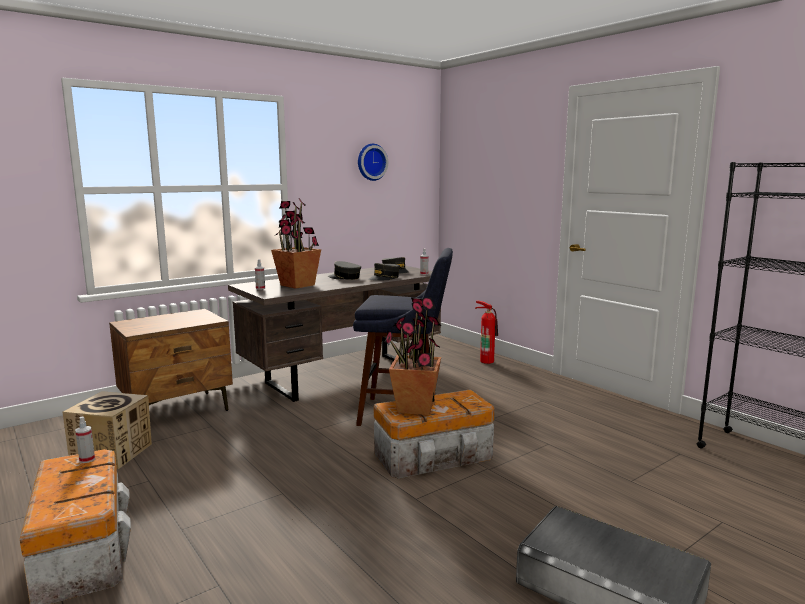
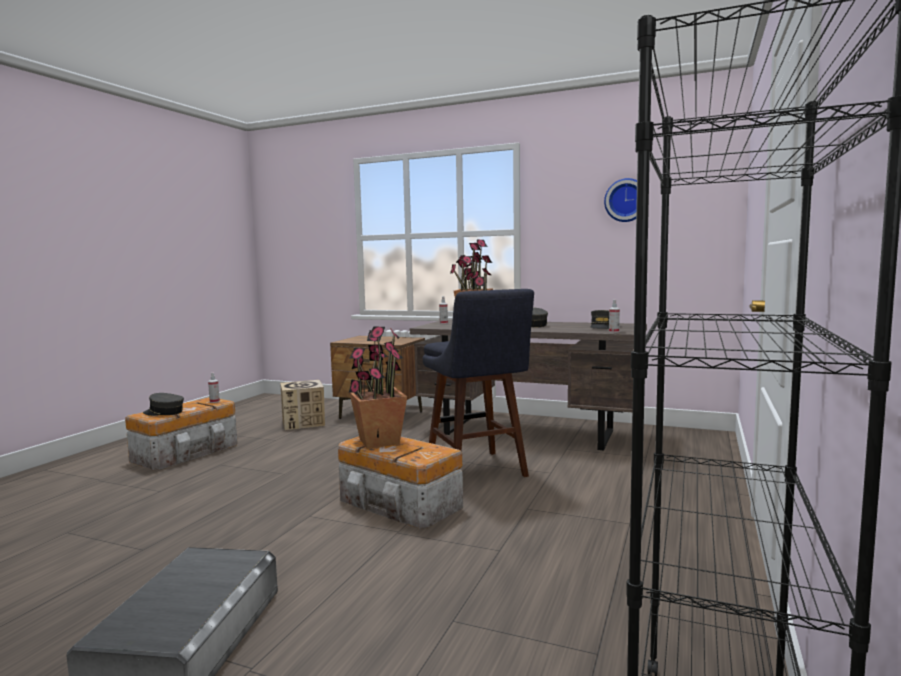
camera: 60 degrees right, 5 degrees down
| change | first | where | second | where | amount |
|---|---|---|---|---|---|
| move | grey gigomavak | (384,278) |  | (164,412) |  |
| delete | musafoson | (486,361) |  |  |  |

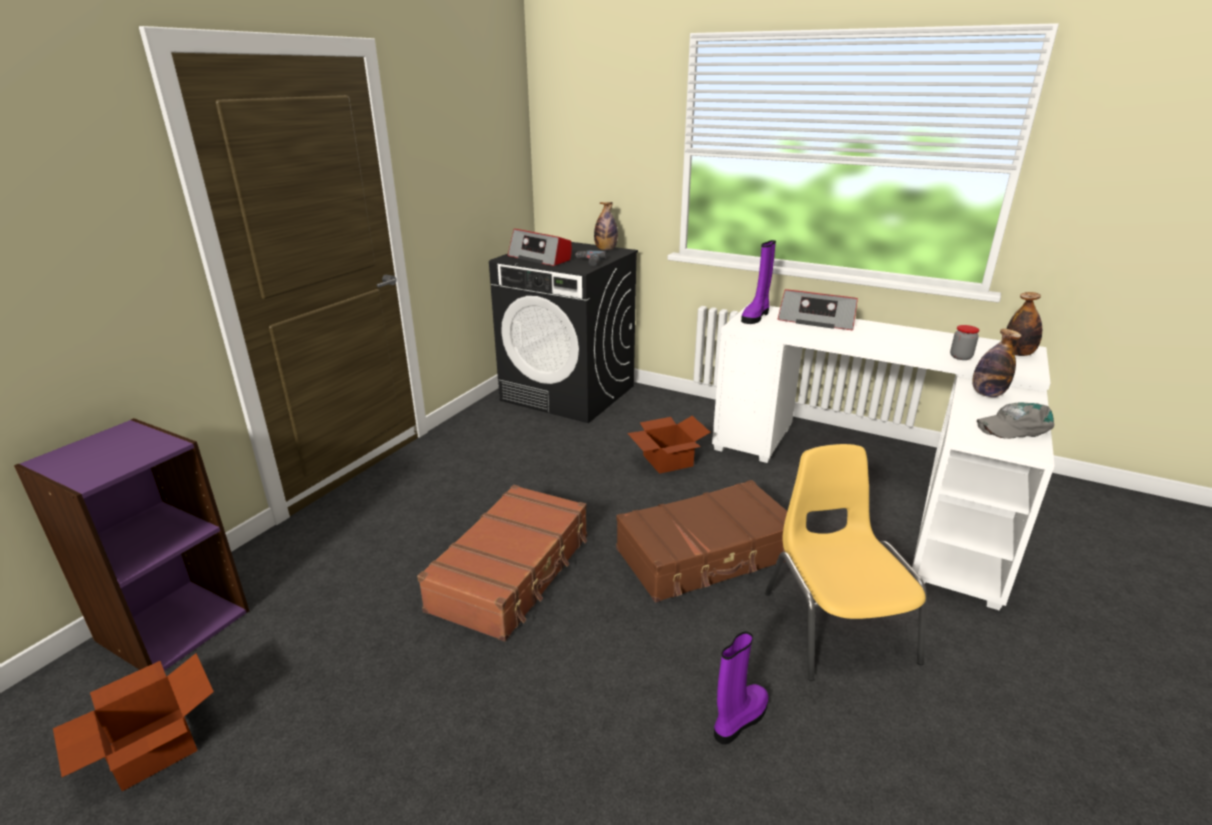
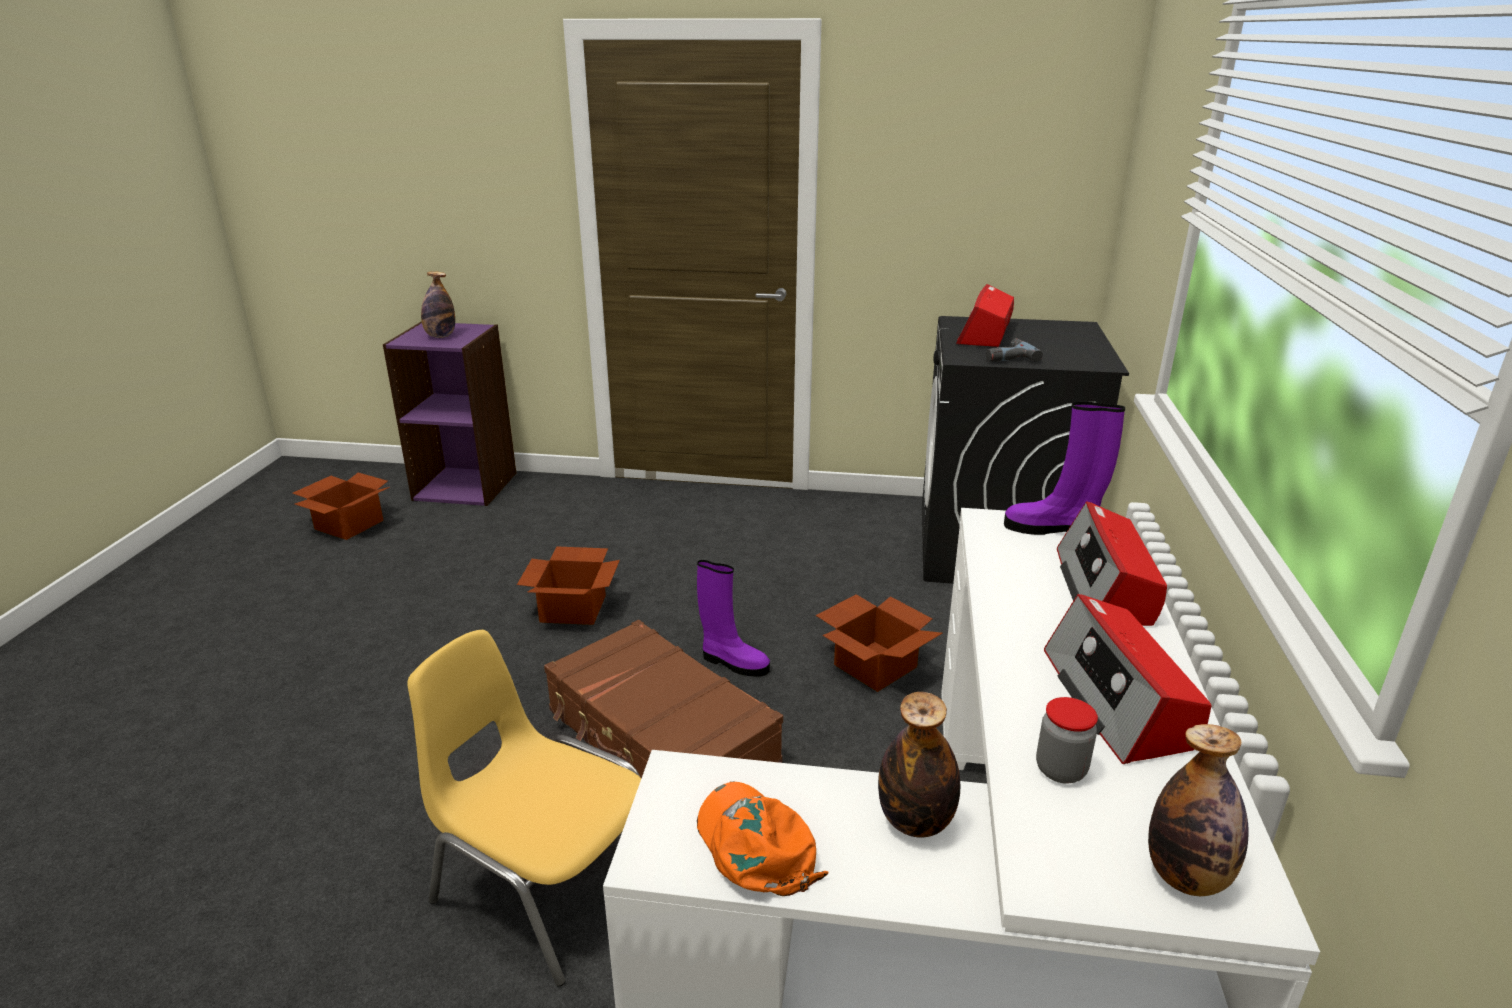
camera: 70 degrees right, 0 degrees up
| change | first | where | second | where | amount |
|---|---|---|---|---|---|
| move | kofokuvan | (606,249) |  | (440,336) |  |
| recolor | grey gigomavak | (1014,427) | orange gigomavak | (756,845) |  |
| rotate | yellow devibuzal | (836,625) |  | (547,881) | 120 degrees counterclockwise |
| replace | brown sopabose | (513,572) | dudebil | (574,607) |  |
| move | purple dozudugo | (739,720) |  | (733,663) |  |
| insert |  |  | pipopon | (1118,700) |  |

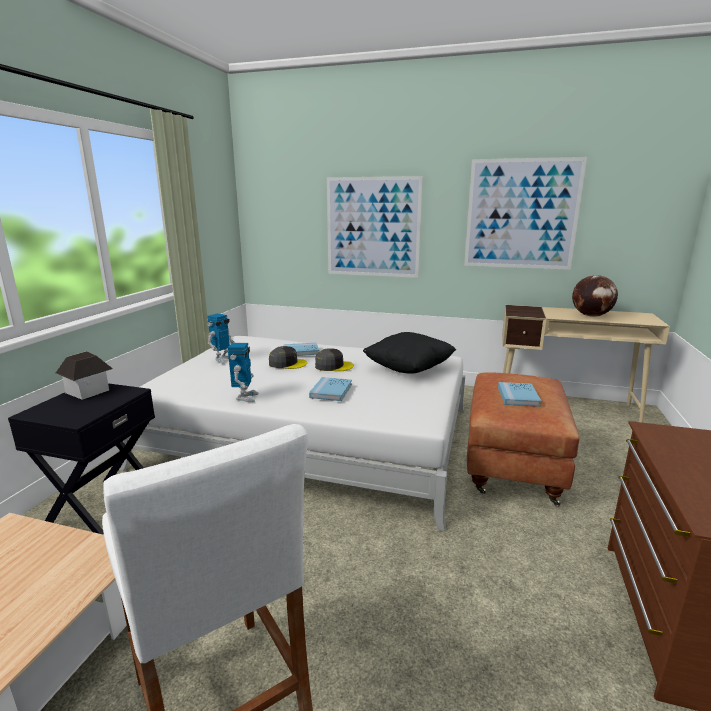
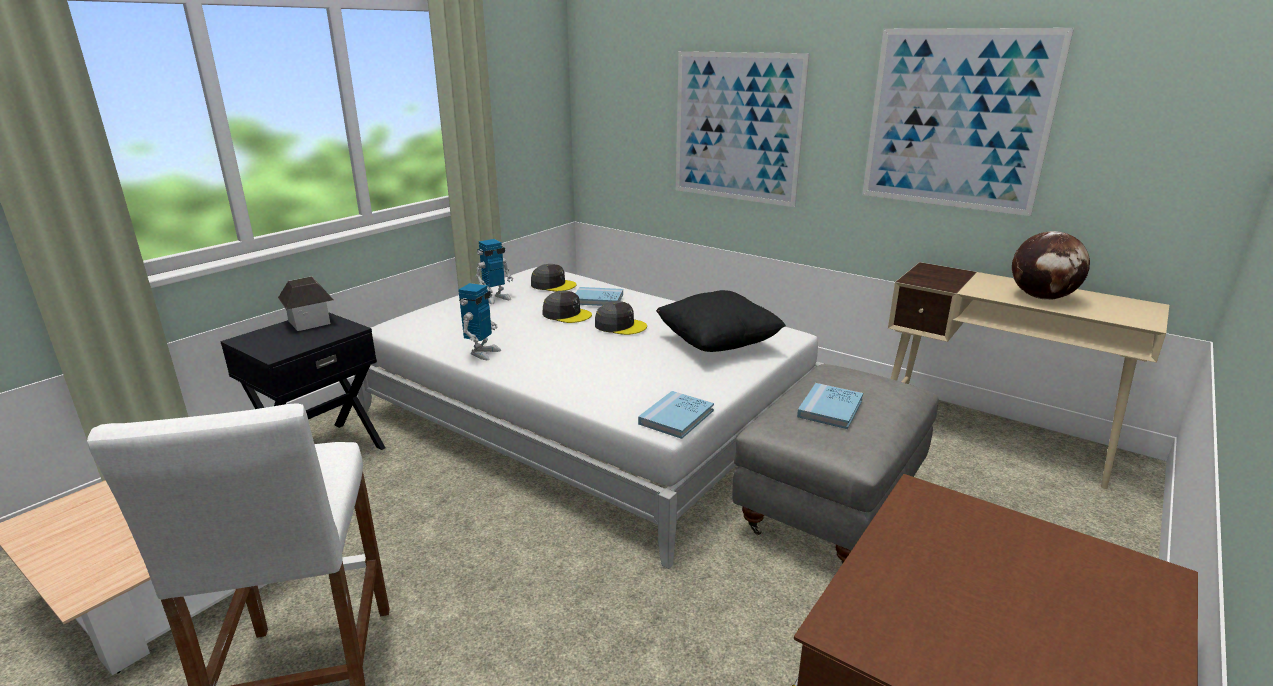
camera: 20 degrees right, 5 degrees up
| change | first | where | second | where | amount |
|---|---|---|---|---|---|
| recolor | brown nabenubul | (511,465) | grey nabenubul | (830,505) |  |
| move | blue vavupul | (331,391) |  | (676,417) |  |
| insert |  |  | grey gigomavak | (553,285) |  |

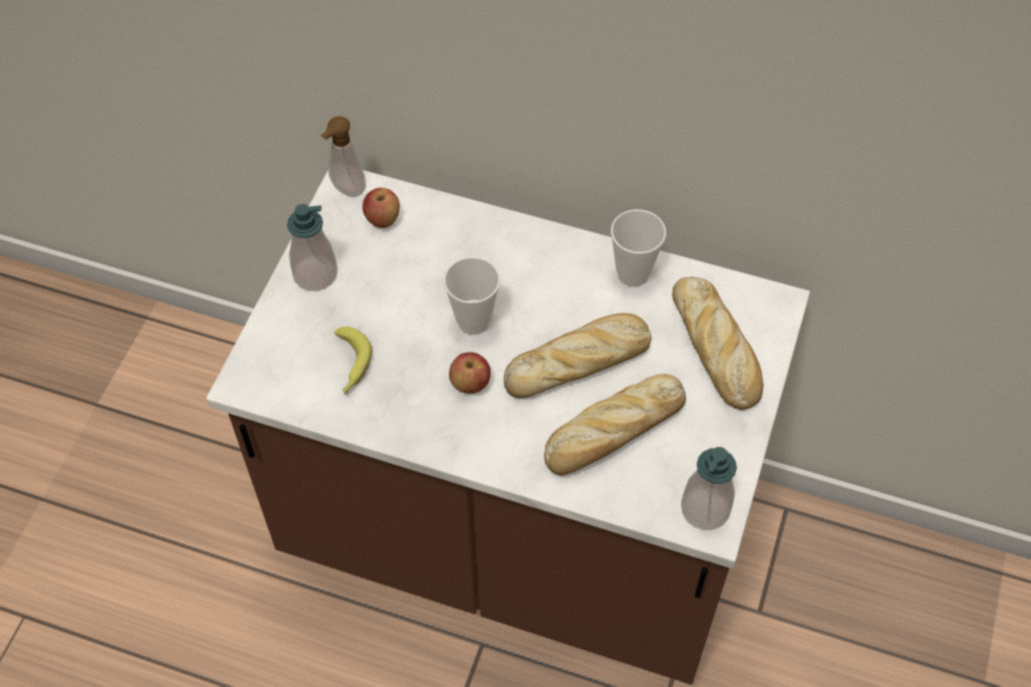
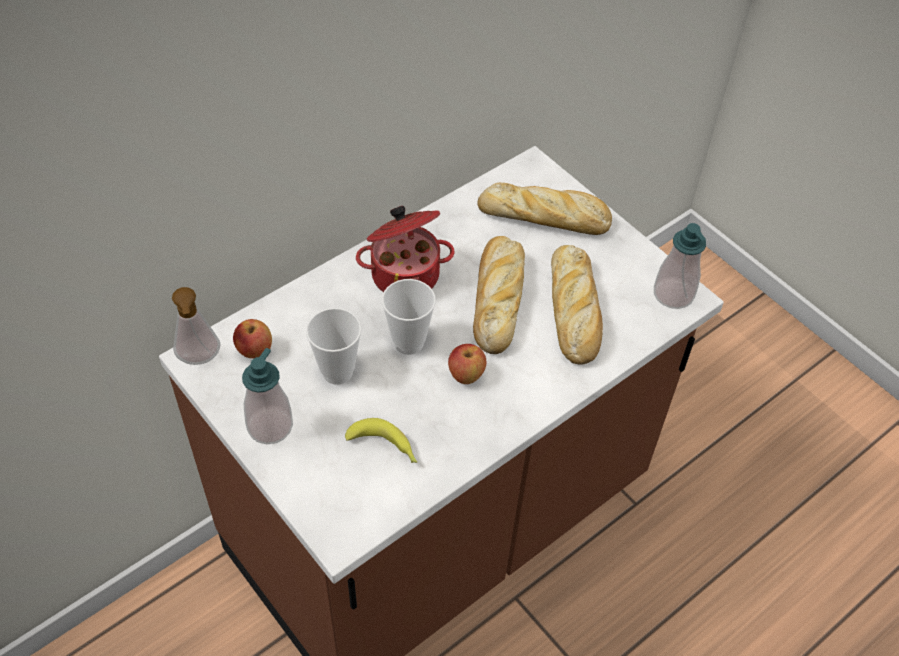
camera: 60 degrees left, 5 degrees down
| change | first | where | second | where | amount |
|---|---|---|---|---|---|
| move | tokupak | (633,274) |  | (337,372) |  |
| insert |  |  | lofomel | (405,273) |  |

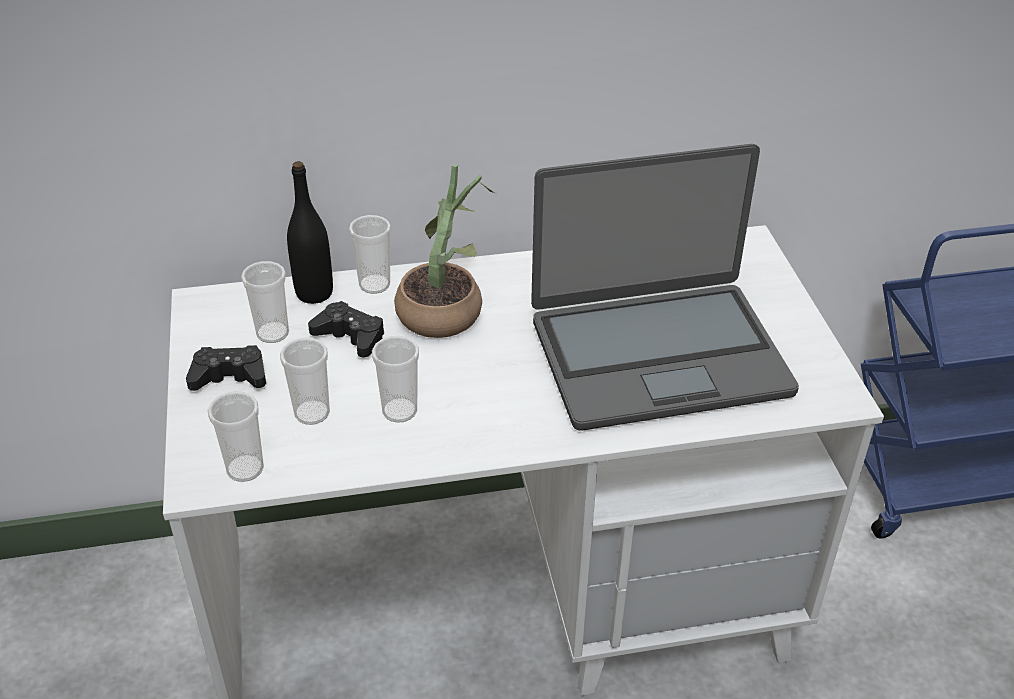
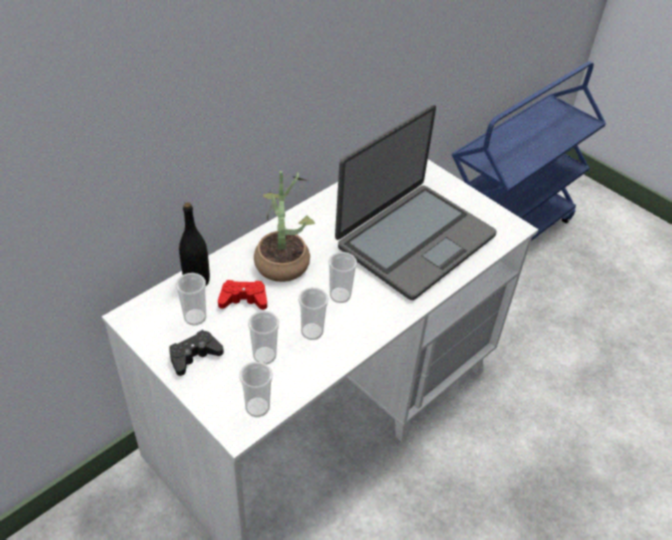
camera: 35 degrees left, 5 degrees up
| change | first | where | second | where | amount |
|---|---|---|---|---|---|
| move | tokupak | (374,285) |  | (340,295) |  |
| recolor | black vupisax | (350,336) | red vupisax | (243,299) |  |

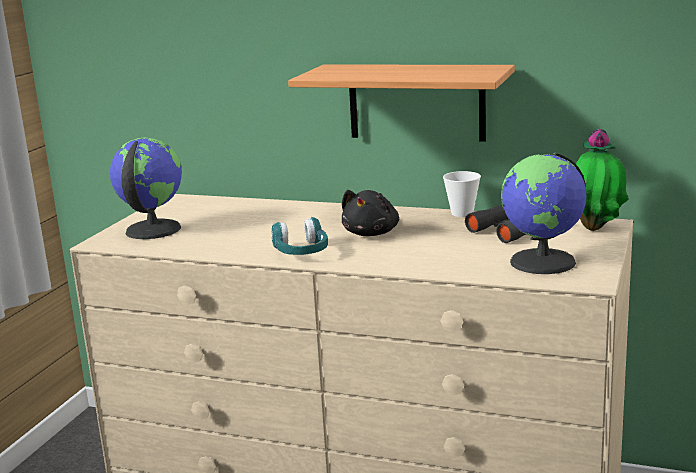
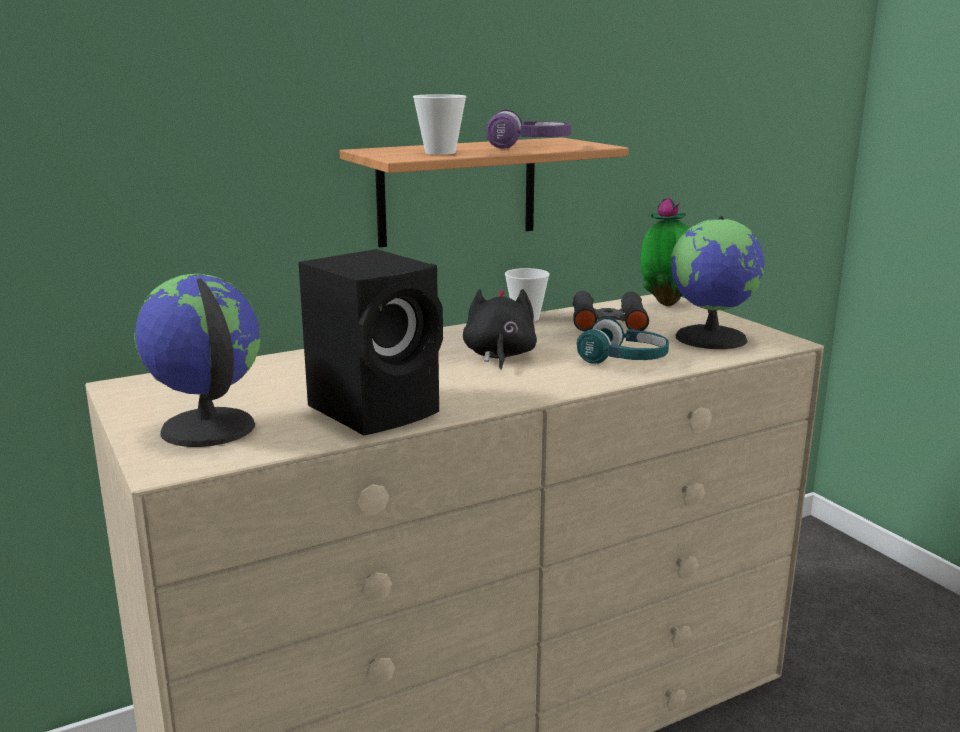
camera: 50 degrees left, 0 degrees up
| change | first | where | second | where | amount |
|---|---|---|---|---|---|
| rotate | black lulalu | (372,233) |  | (499,356) | 150 degrees counterclockwise |
| move | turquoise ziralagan | (301,252) |  | (624,360) |  |
| insert |  |  | tokupak | (440,152) |  |
| insert |  |  | purple ziralagan | (528,146) |  |
| insert |  |  | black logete | (378,409) |  |

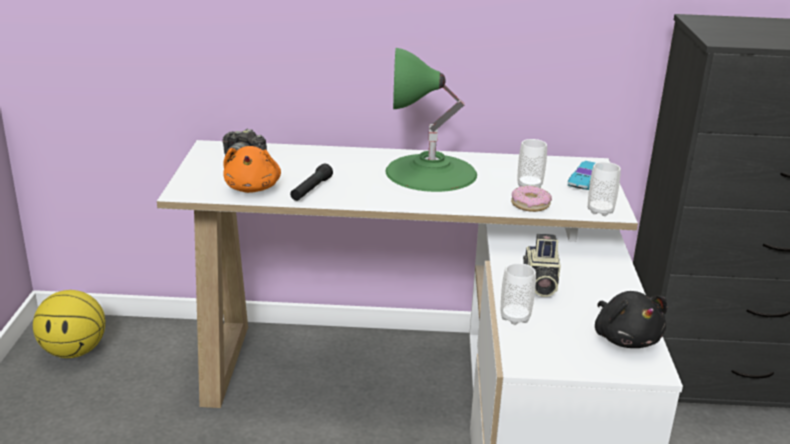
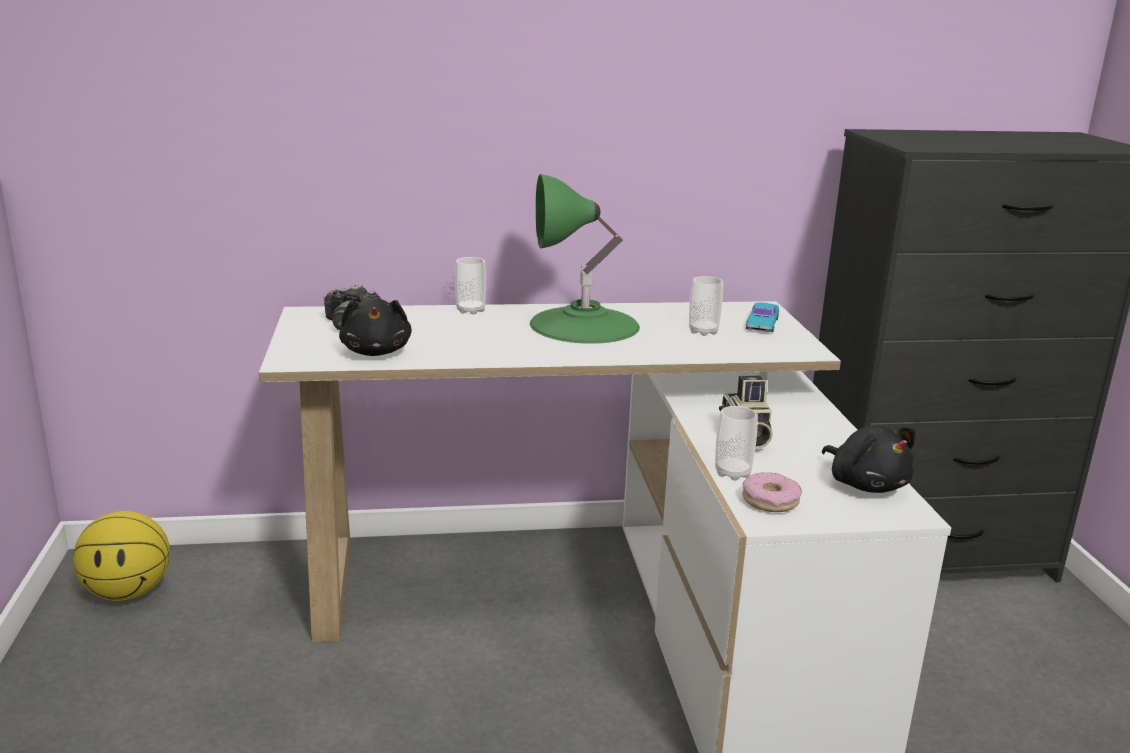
camera: 10 degrees left, 5 degrees down
| change | first | where | second | where | amount |
|---|---|---|---|---|---|
| recolor | orange lulalu | (253,188) | black lulalu | (376,351) |  |
| move | tokupak | (600,211) |  | (470,310) |  |
| delete | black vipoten | (311,190) |  |  |  |
| move | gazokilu | (530,204) |  | (770,501) |  |

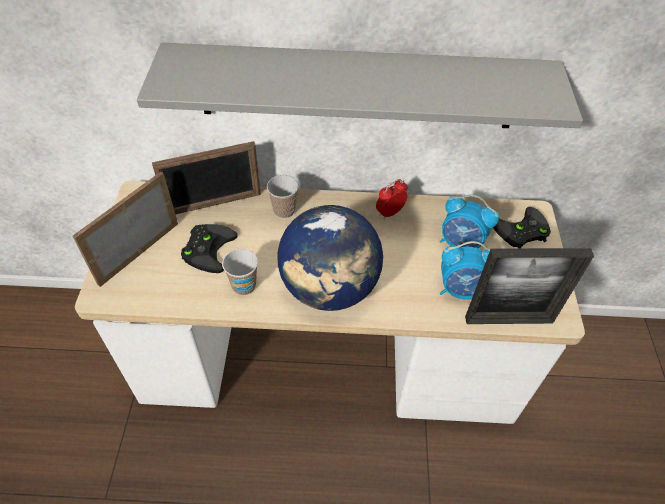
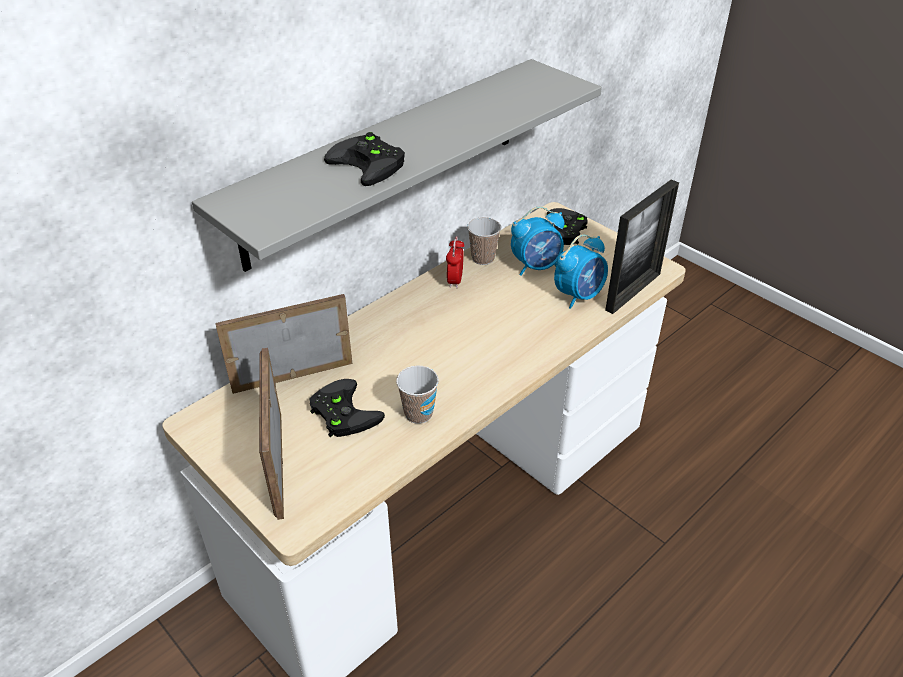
camera: 45 degrees left, 10 degrees down
| change | first | where | second | where | amount |
|---|---|---|---|---|---|
| rotate | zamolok | (214,204) |  | (292,376) | 135 degrees counterclockwise |
| move | tokupak | (284,211) |  | (483,258) |  |
| delete | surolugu | (329,288) |  |  |  |
| insert |  |  | black vupisax | (371,164) |  |

